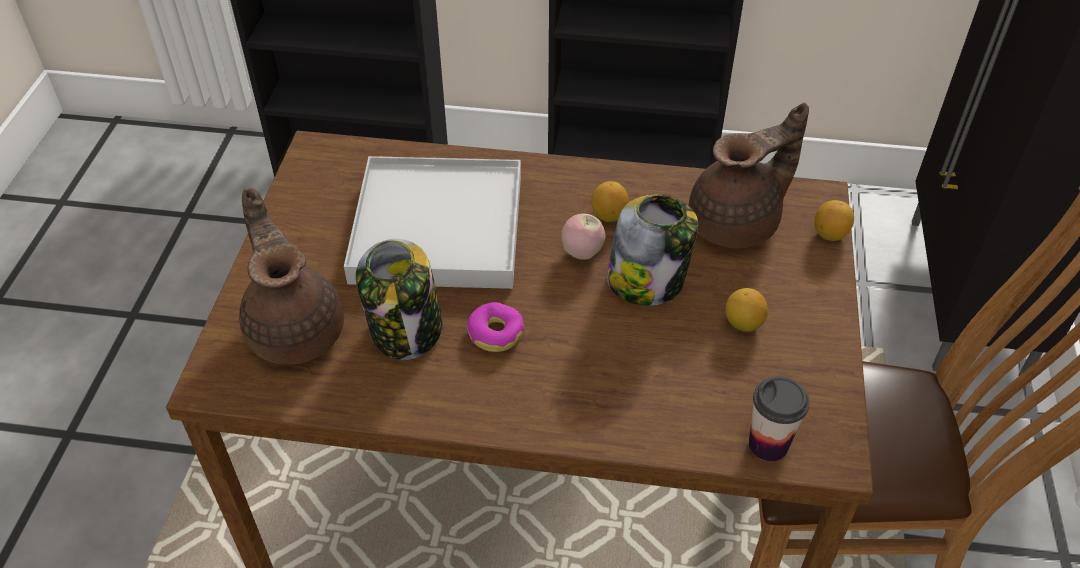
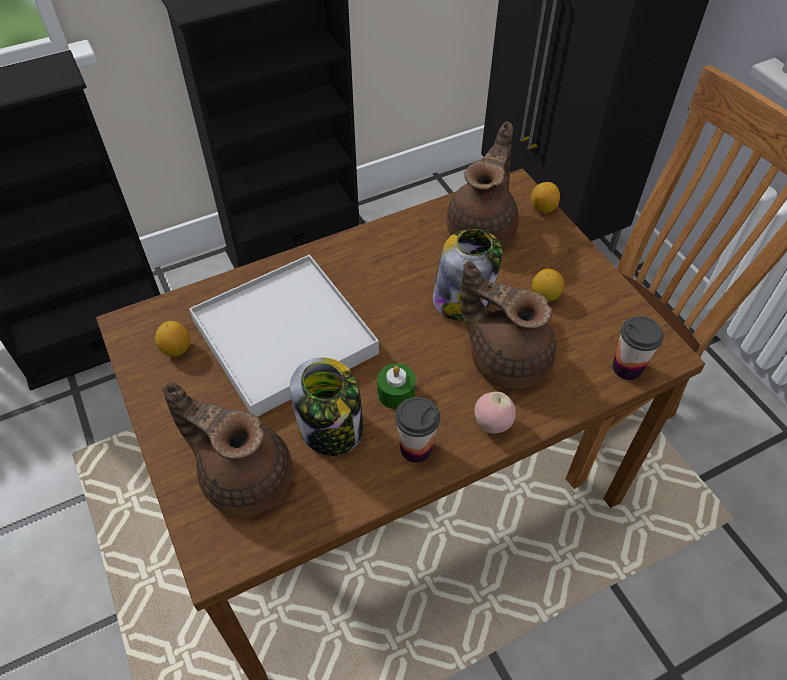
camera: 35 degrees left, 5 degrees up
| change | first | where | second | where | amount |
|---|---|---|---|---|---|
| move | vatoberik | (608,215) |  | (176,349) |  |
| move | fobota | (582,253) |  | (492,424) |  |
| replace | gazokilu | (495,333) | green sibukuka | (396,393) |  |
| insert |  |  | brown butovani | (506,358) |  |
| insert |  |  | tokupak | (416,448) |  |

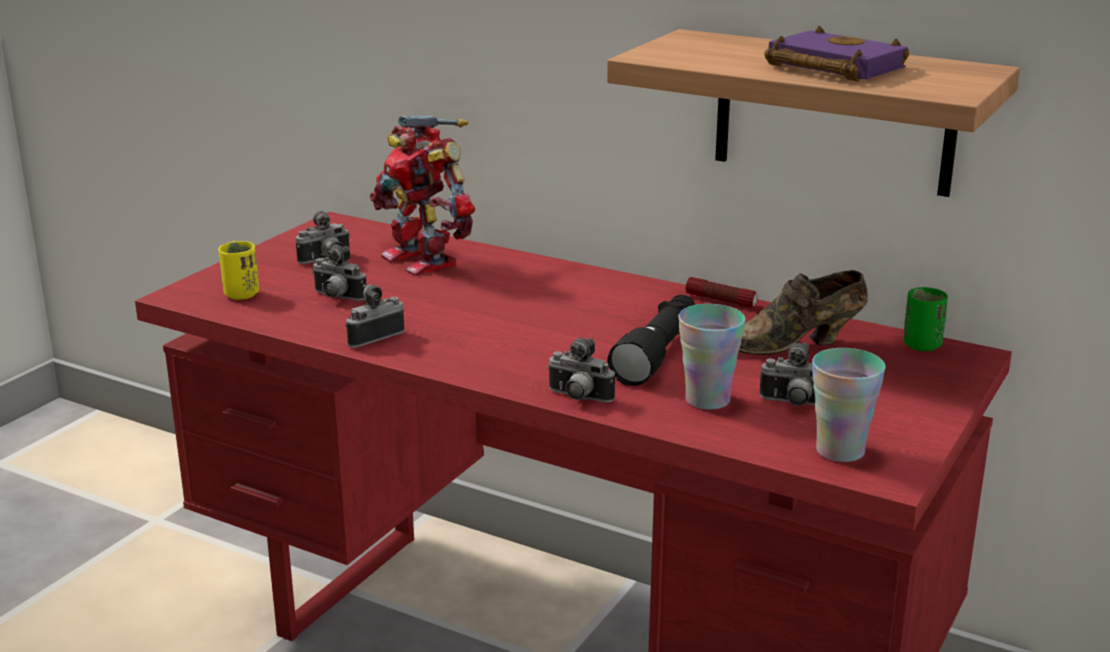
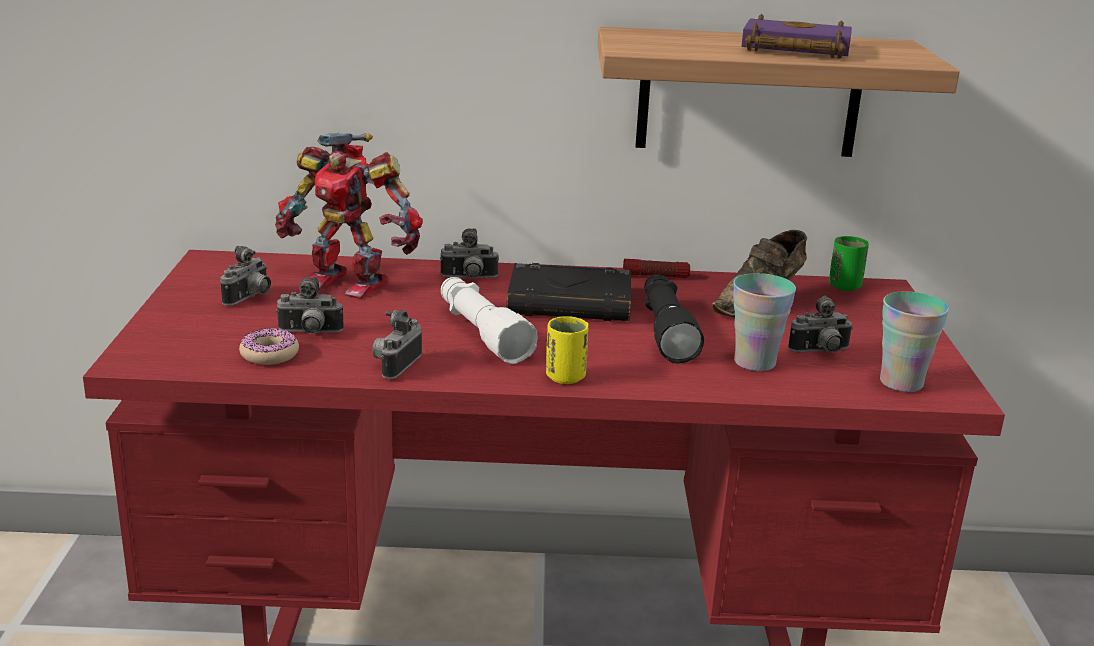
camera: 30 degrees left, 0 degrees up
| change | first | where | second | where | amount |
|---|---|---|---|---|---|
| move | yellow tokupak | (241,294) |  | (565,377) |  |
| move | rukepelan | (578,398) |  | (469,279) |  |
| insert |  |  | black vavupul | (571,302) |  |
| insert |  |  | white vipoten | (481,333) |  |
| insert |  |  | gazokilu | (269,354) |  |

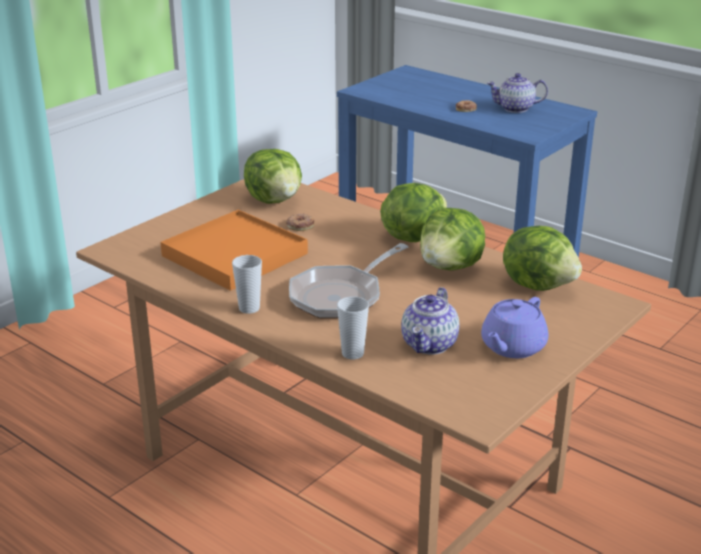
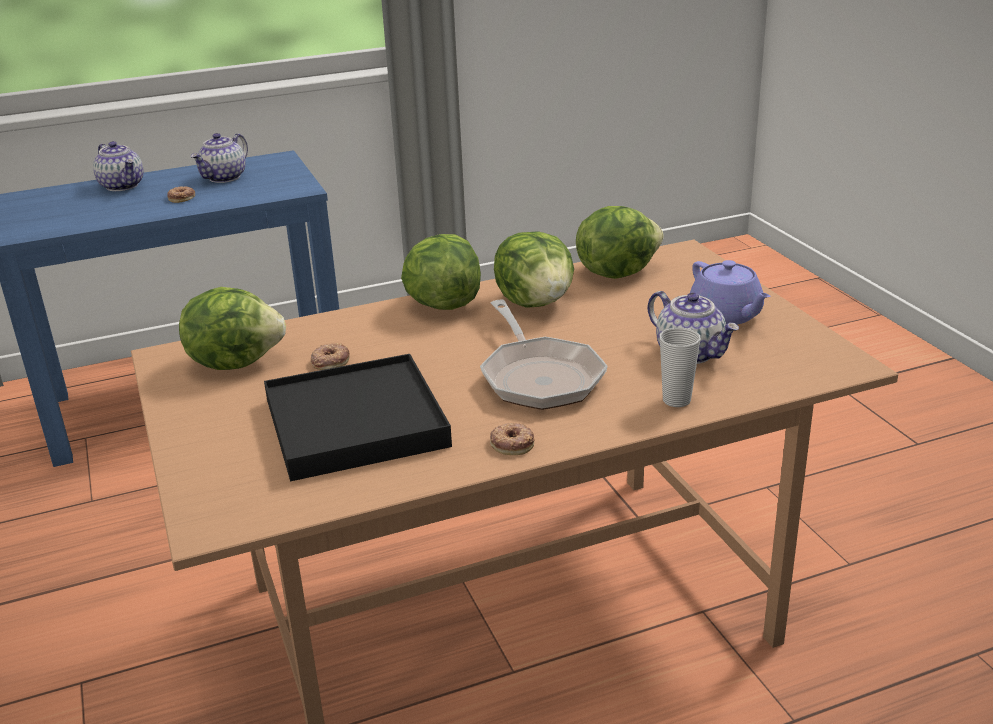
camera: 60 degrees left, 0 degrees up
| change | first | where | second | where | amount |
|---|---|---|---|---|---|
| recolor | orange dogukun | (235,255) | black dogukun | (356,422) |  |
| replace | tokupak | (249,308) | gazokilu | (512,443) |  |
| insert |  |  | butovani | (123,186) |  |

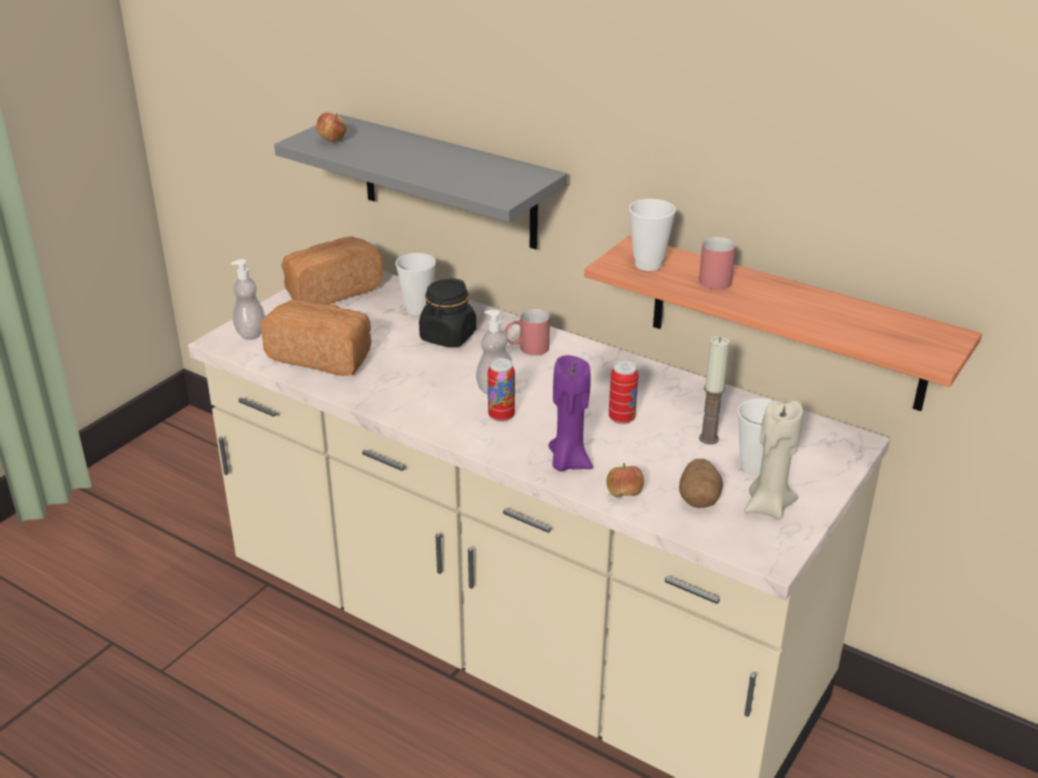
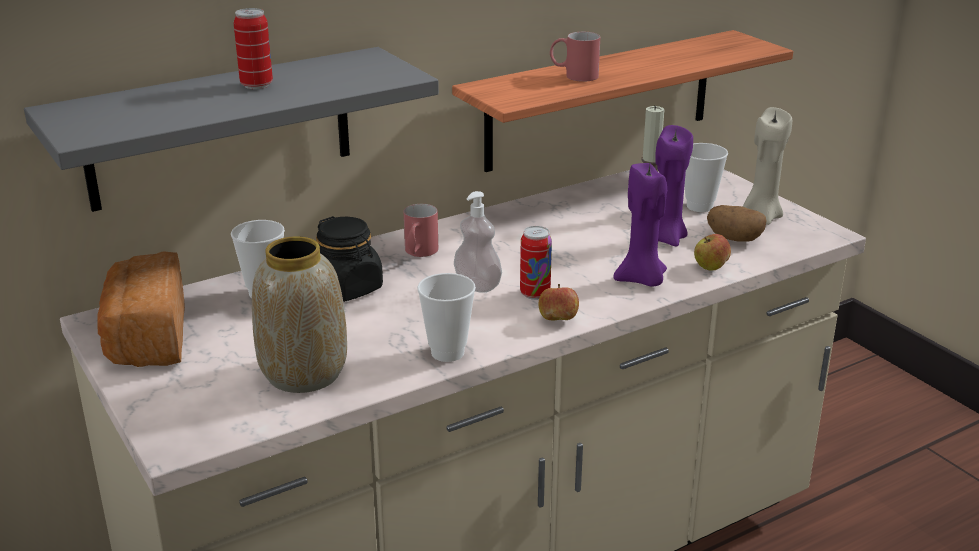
camera: 65 degrees left, 5 degrees down
| change | first | where | second | where | amount |
|---|---|---|---|---|---|
| move | fobota | (332,140) |  | (558,320) |  |
| move | tokupak | (648,264) |  | (447,353) |  |
| delete | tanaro | (251,333) |  |  |  |
| replace | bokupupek | (323,356) | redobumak | (305,374) |  |
| move | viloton | (621,418) |  | (256,85) |  |
| insert |  |  | purple sibukuka | (665,238) |  |

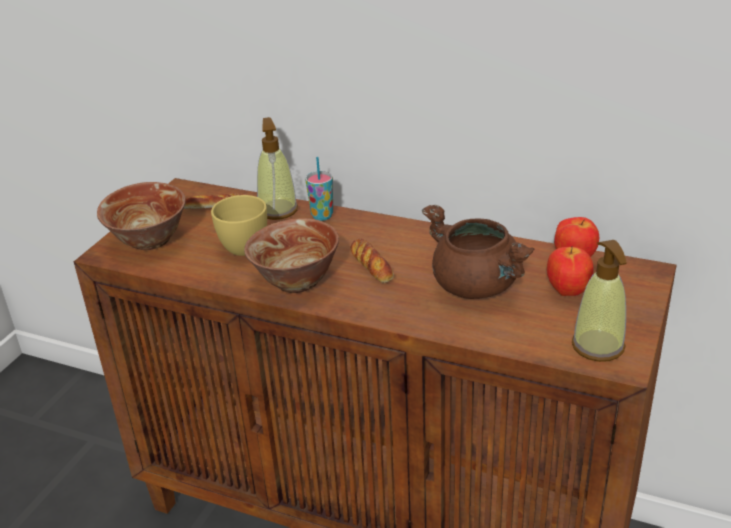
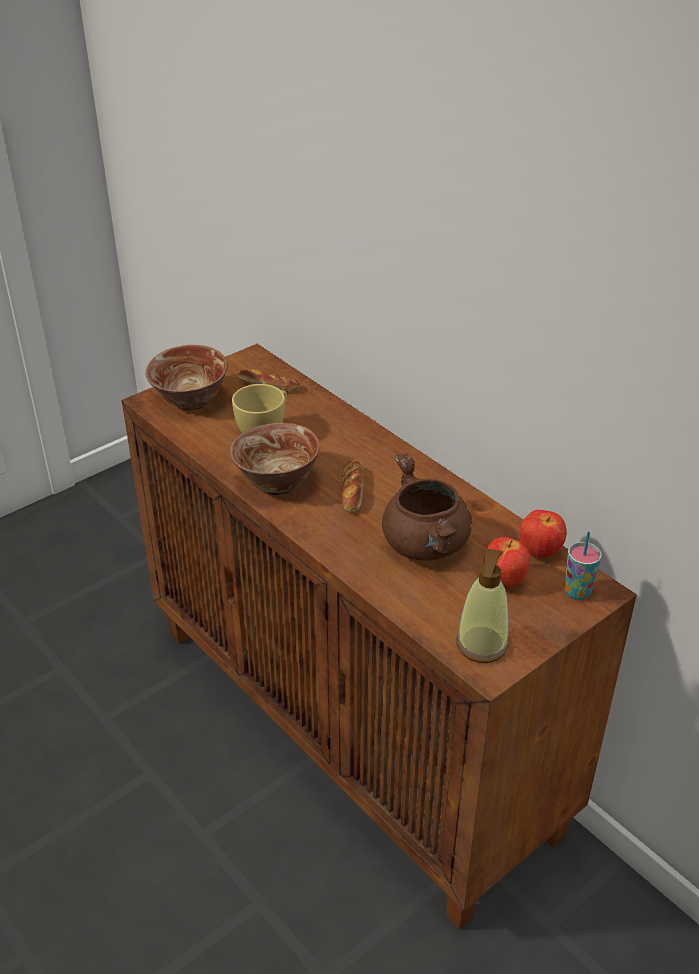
camera: 25 degrees right, 5 degrees up
| change | first | where | second | where | amount |
|---|---|---|---|---|---|
| delete | tanaro | (278,210) |  |  |  |
| move | tokupak | (322,216) |  | (577,592) |  |

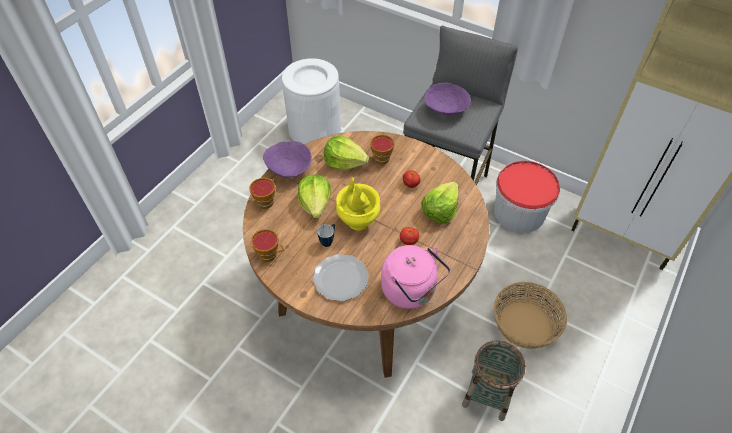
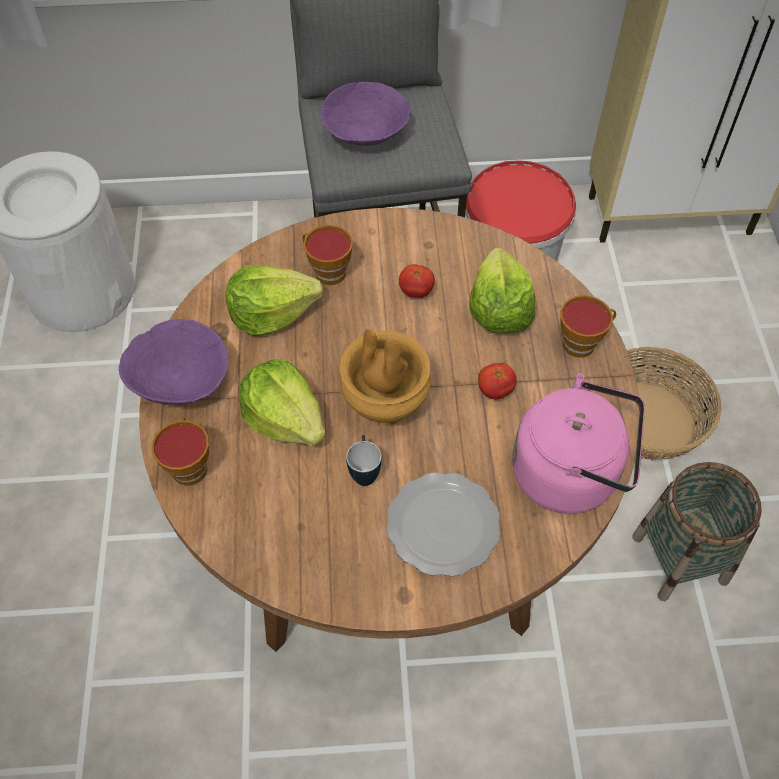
camera: 35 degrees left, 5 degrees up
| change | first | where | second | where | amount |
|---|---|---|---|---|---|
| recolor | yellow redobumak | (357,221) | brown redobumak | (384,406) |  |
| move | tokupak | (270,255) |  | (582,342) |  |

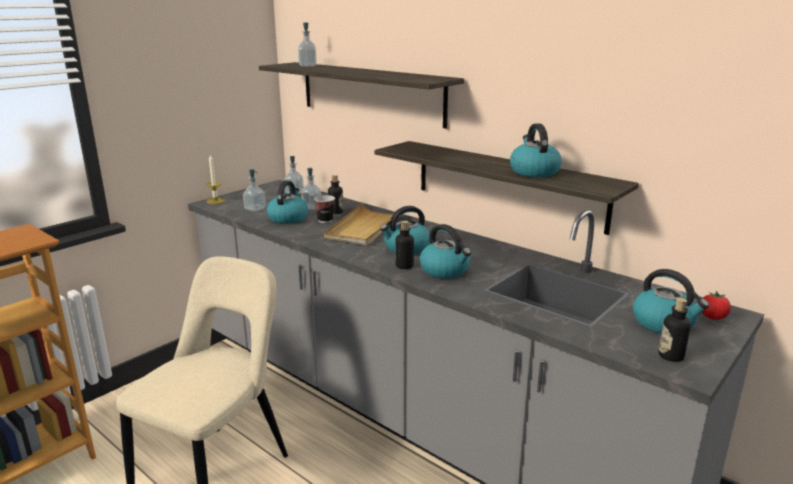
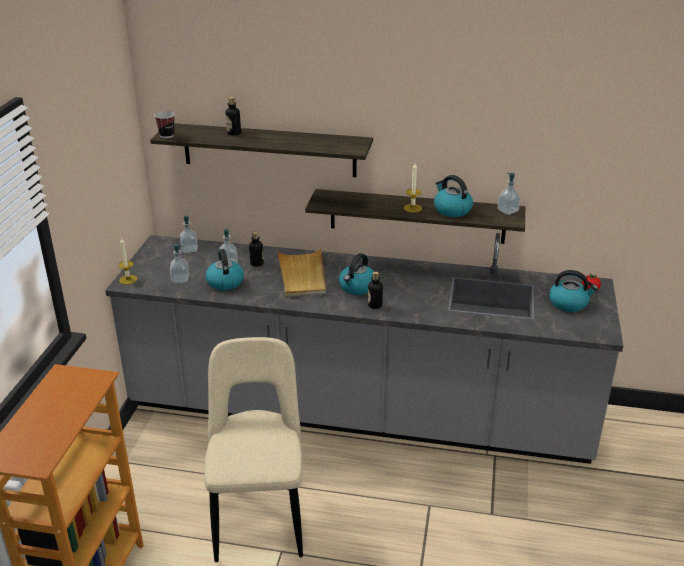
camera: 30 degrees left, 10 degrees up
| change | first | where | second | where | amount |
|---|---|---|---|---|---|
| move | tanaro | (307,65) |  | (507,211) |  |
| move | tokupak | (325,220) |  | (167,135) |  |
| delete | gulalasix | (445,270) |  |  |  |
| move | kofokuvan | (671,356) |  | (234,133) |  |
| insert |  |  | sibukuka | (412,208) |  |

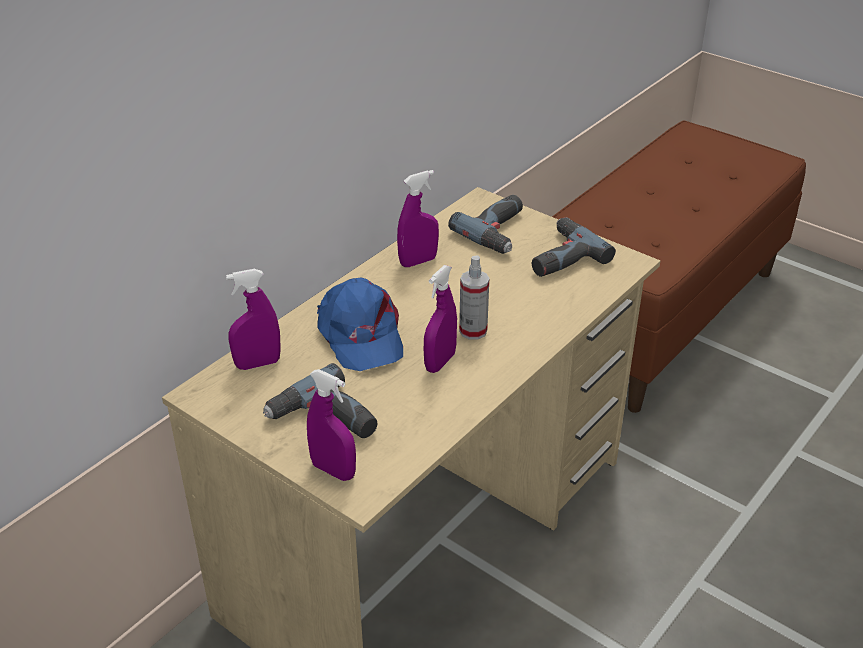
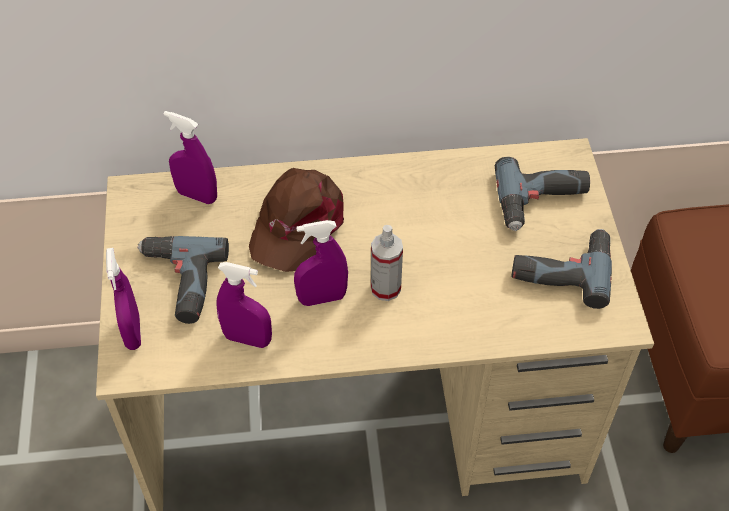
camera: 45 degrees right, 15 degrees up
| change | first | where | second | where | amount |
|---|---|---|---|---|---|
| move | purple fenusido | (418,261) |  | (247,339) |  |
| recolor | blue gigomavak | (360,334) | brown gigomavak | (297,224) |  |

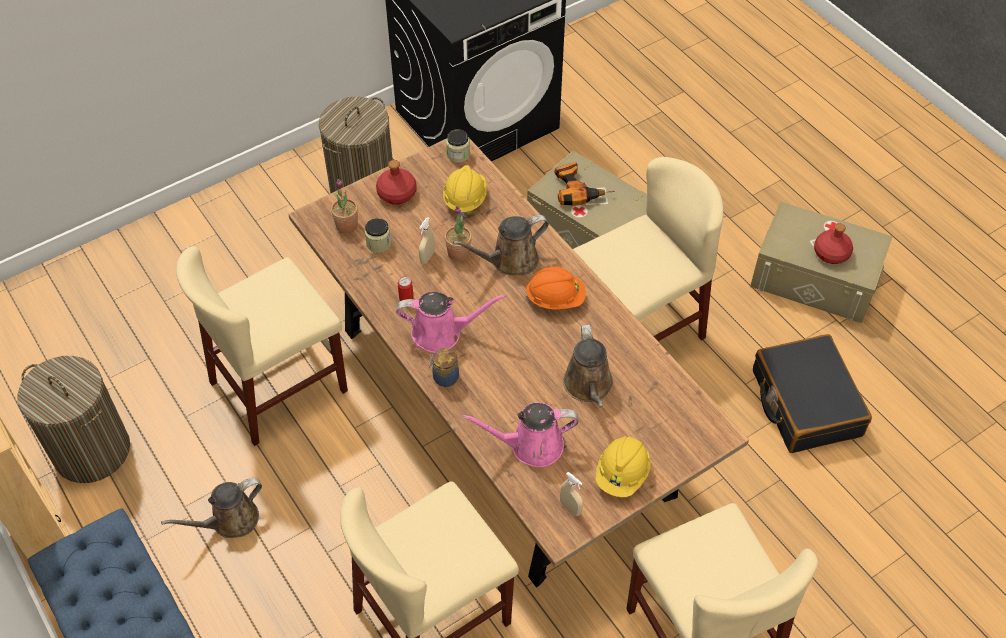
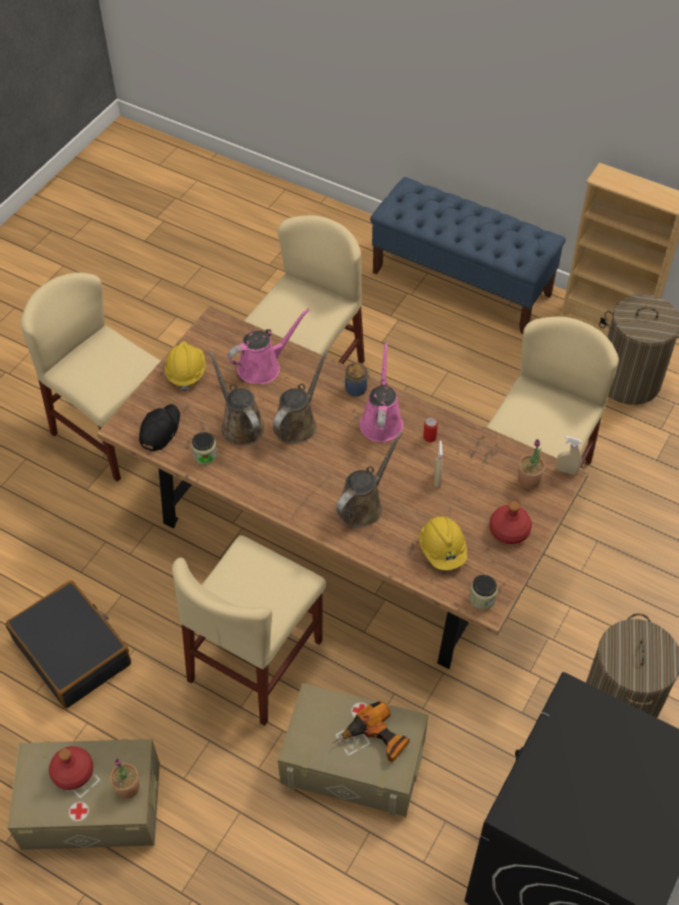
camera: 155 degrees right, 0 degrees up
| change | first | where | second | where | amount |
|---|---|---|---|---|---|
| move | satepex | (458,253) |  | (128,787) |  |
| move | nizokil | (378,243) |  | (205,455) |  |
| delete | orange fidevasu | (555,298) |  |  |  |
| rotate | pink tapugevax | (441,333) |  | (381,420) | 120 degrees clockwise |
| move | beige fenusido | (570,508) |  | (566,470) |  |
| move | brown tapugevax | (230,521) |  | (297,423) |  |
| insert |  |  | black gigomavak | (159,430) |  |

